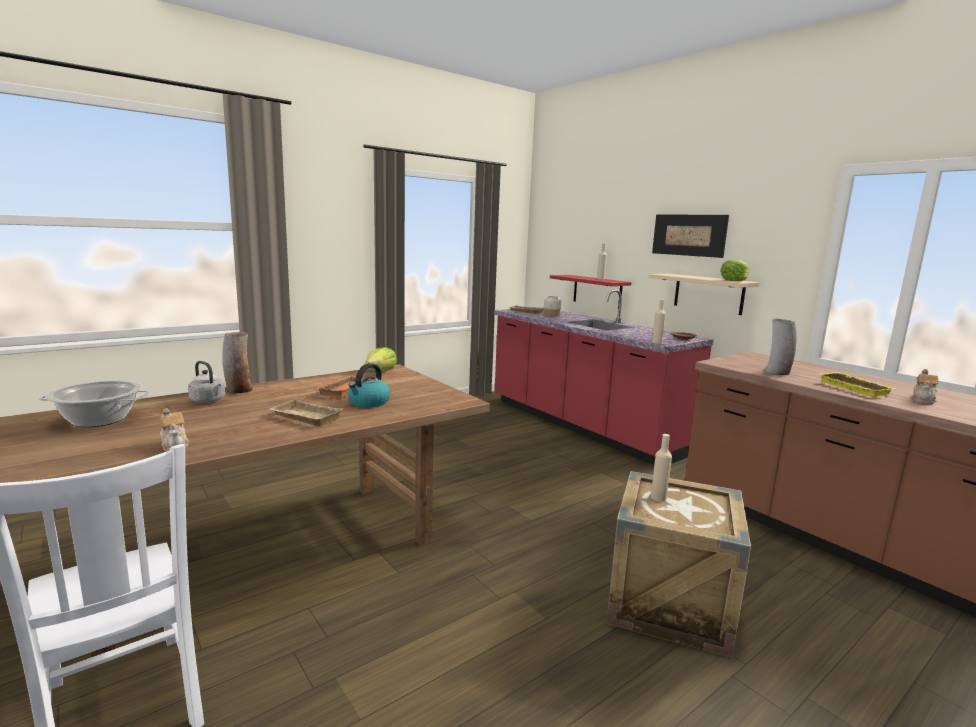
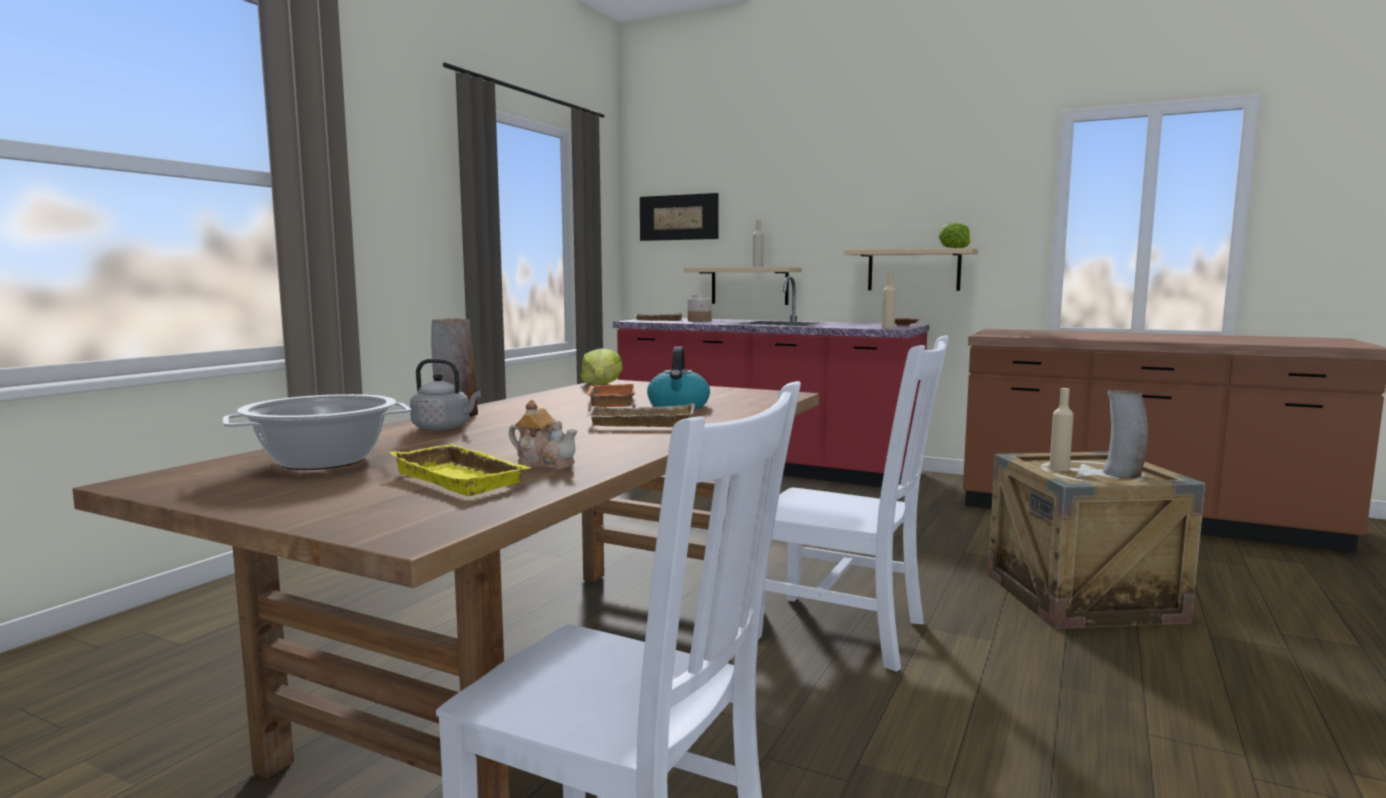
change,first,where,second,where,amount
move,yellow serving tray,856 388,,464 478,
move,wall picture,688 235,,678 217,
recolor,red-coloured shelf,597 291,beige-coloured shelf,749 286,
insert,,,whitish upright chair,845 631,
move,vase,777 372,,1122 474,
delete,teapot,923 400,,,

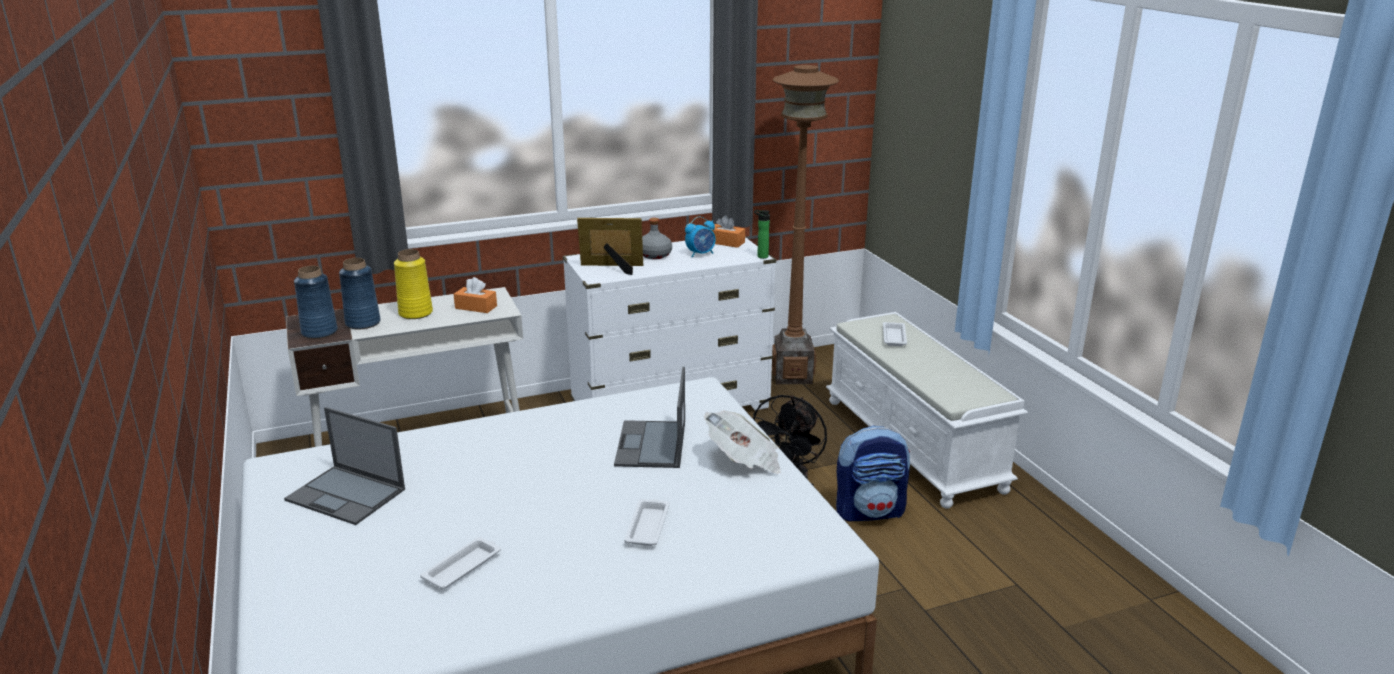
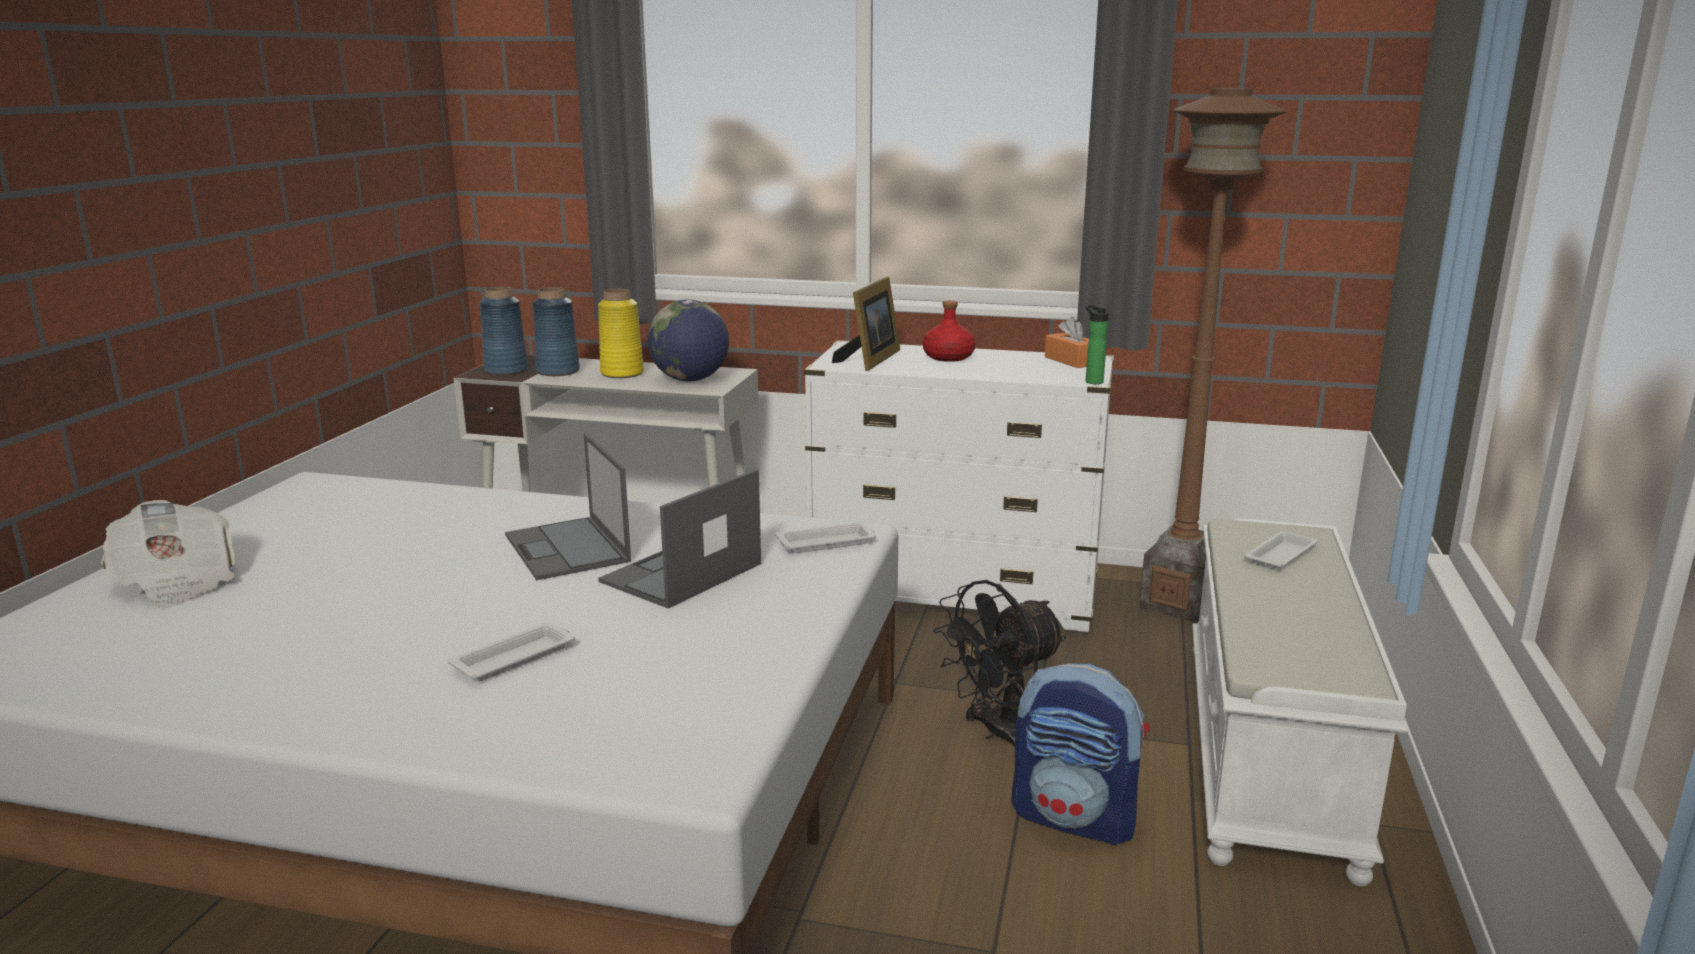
change,first,where,second,where,amount
move,daily paper,744 460,,176 583,
move,notebook computer,347 495,,568 549,
replace,orange-coloured box of tissues,476 307,world globe,690 380,
move,whitish serving tray,463 567,,828 543,
rotate,standing frame,613 268,,870 360,75 degrees clockwise
recolor,greyish bottle,654 255,red-coloured bottle,947 357,
delete,table clock,701 254,,,

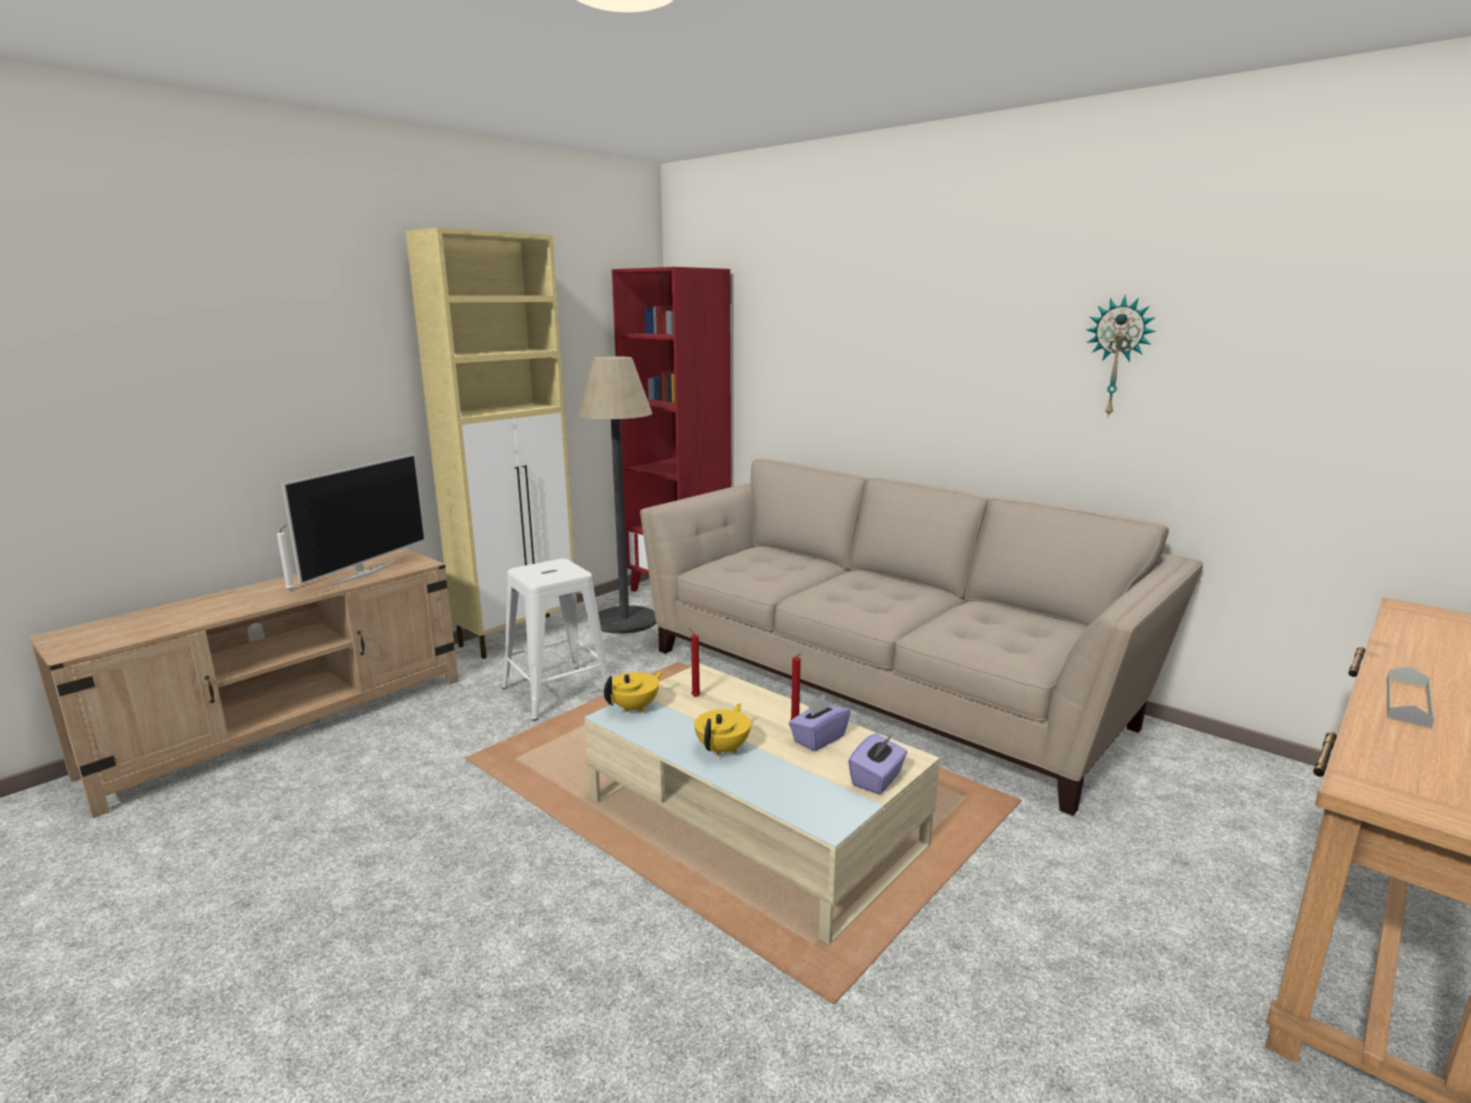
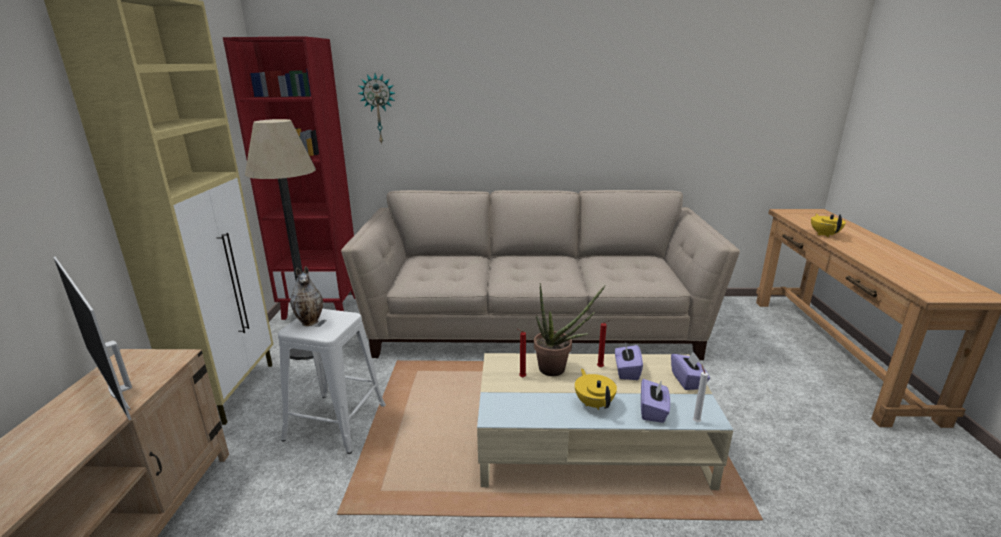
change,first,where,second,where,amount
rotate,TV,364 572,,120 389,150 degrees clockwise
insert,,,vase,311 322,
move,hanging clock,1118 357,,379 109,
insert,,,houseplant,558 370,
insert,,,purplish box of tissues,653 411,
move,whitish candle,292 589,,695 421,
move,yellow teapot,635 707,,824 234,
delete,greyish serving tray,1407 702,,,

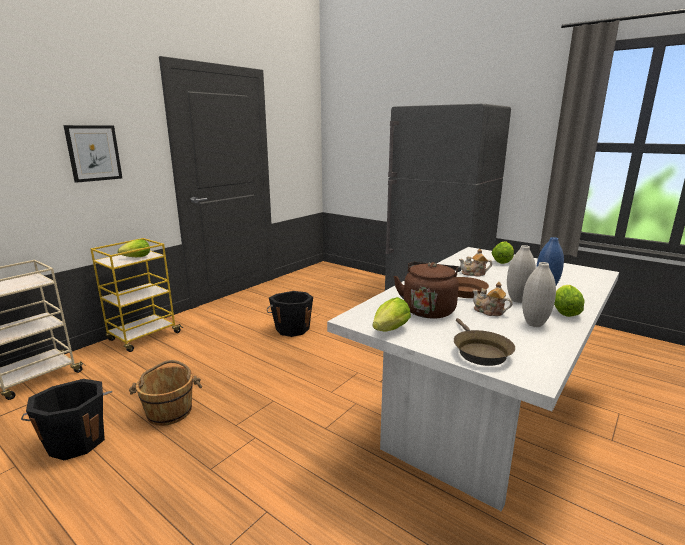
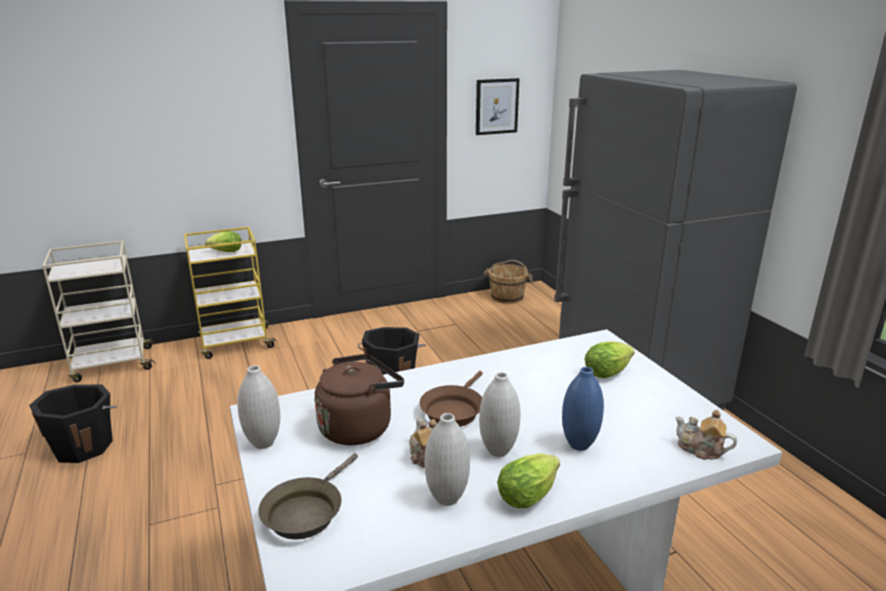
change,first,where,second,where,amount
replace,head of lettuce,389 331,whitish vase,263 443,
move,wall picture,94 153,,496 106,
move,brownish water bucket,170 411,,507 296,
move,teapot,474 273,,701 450,

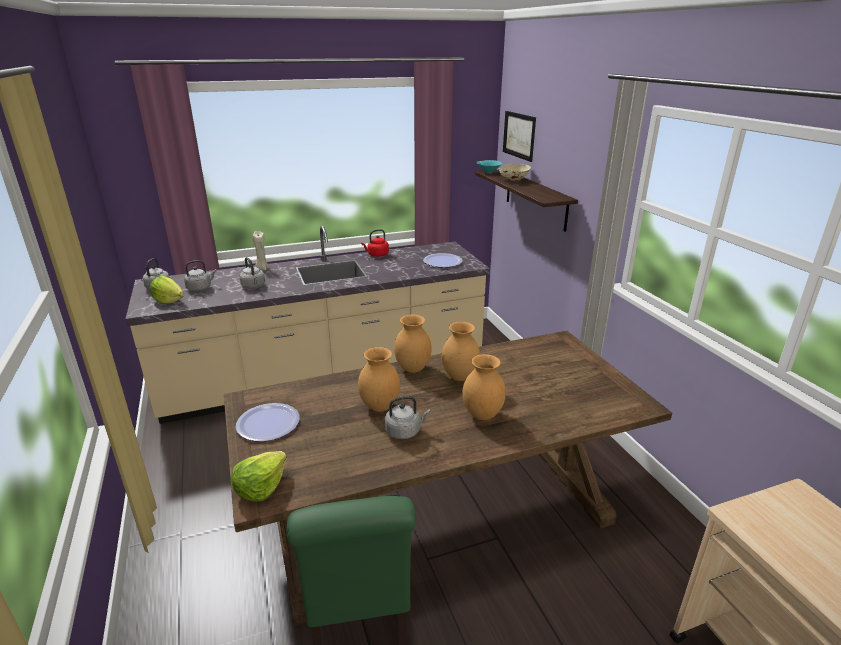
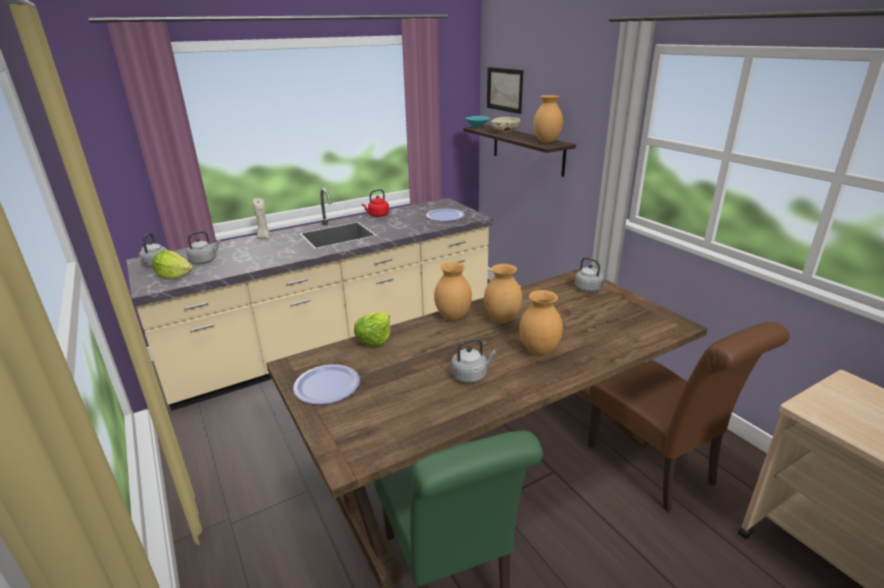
change,first,where,second,where,amount
move,head of lettuce,261 487,,374 339,
move,brownish vase,379 407,,546 142,
move,greyish kettle,253 286,,589 289,
insert,,,brownish upright chair,656 468,

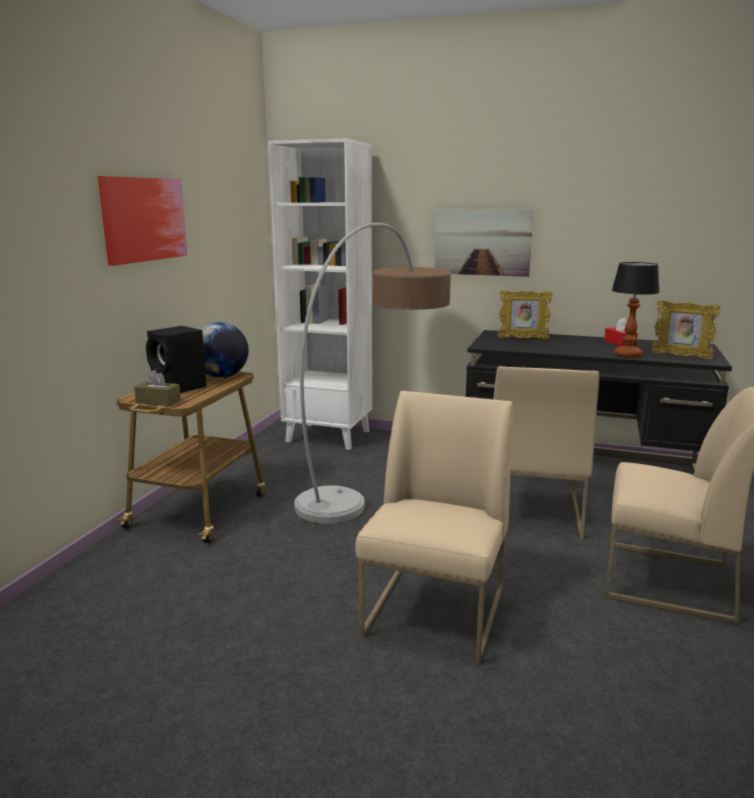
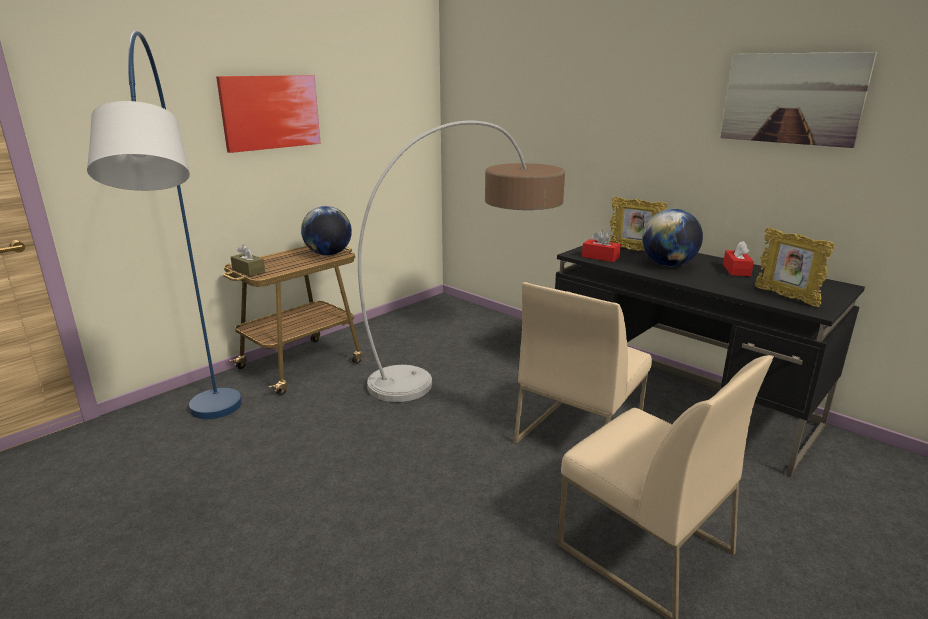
change,first,where,second,where,amount
insert,,,blue-coloured standard lamp,213 458,
insert,,,red-coloured box of tissues,600 257,
insert,,,world globe,668 265,
move,wall picture,482 242,,792 98,
delete,black speaker,180 388,,,
delete,whitish bookcase,329 436,,,
delete,beige-coloured upright chair,435 613,,,
delete,table lamp,627 355,,,

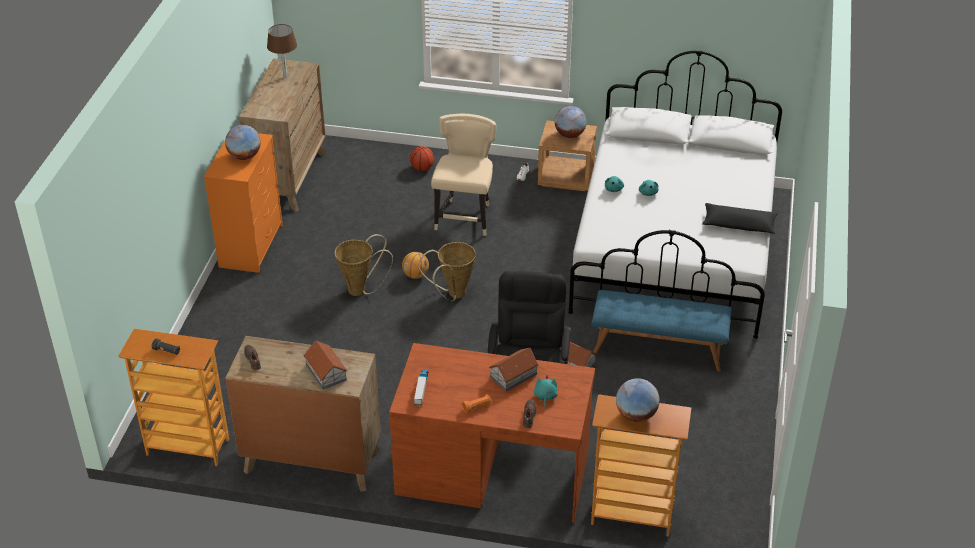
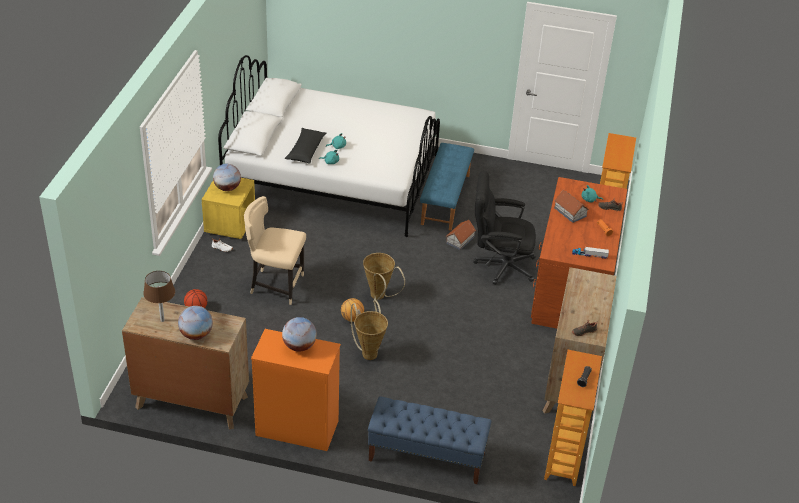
change,first,where,second,where,amount
move,world globe,636 415,,196 335,
recolor,brownish night table,566 177,yellow night table,230 224,
move,black pillow,739 225,,306 150,
insert,,,blue-coloured indoor bench,426 457,
delete,toy house,326 372,,,

